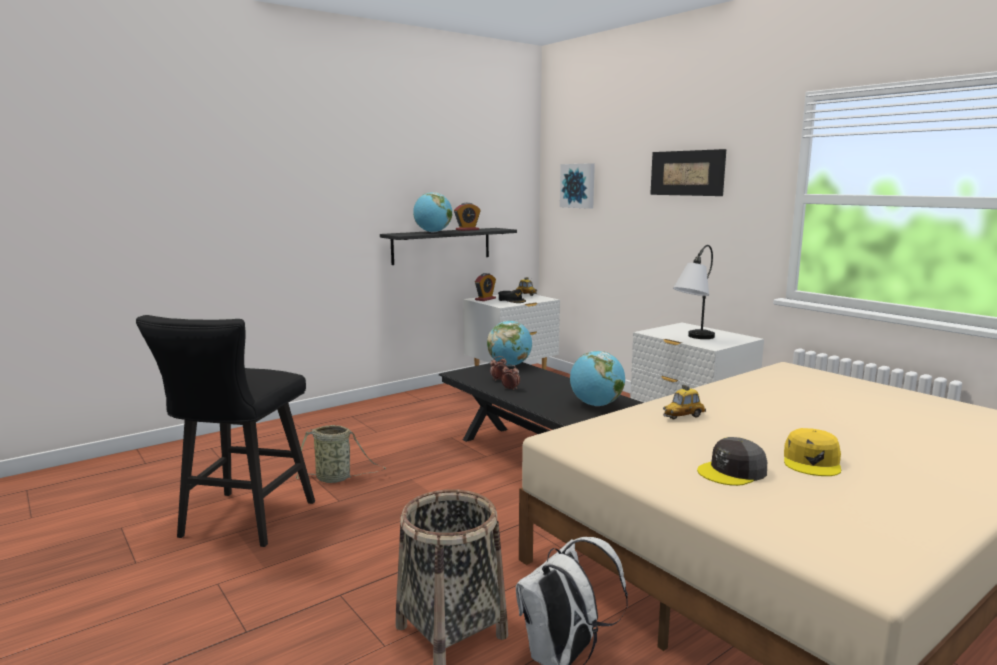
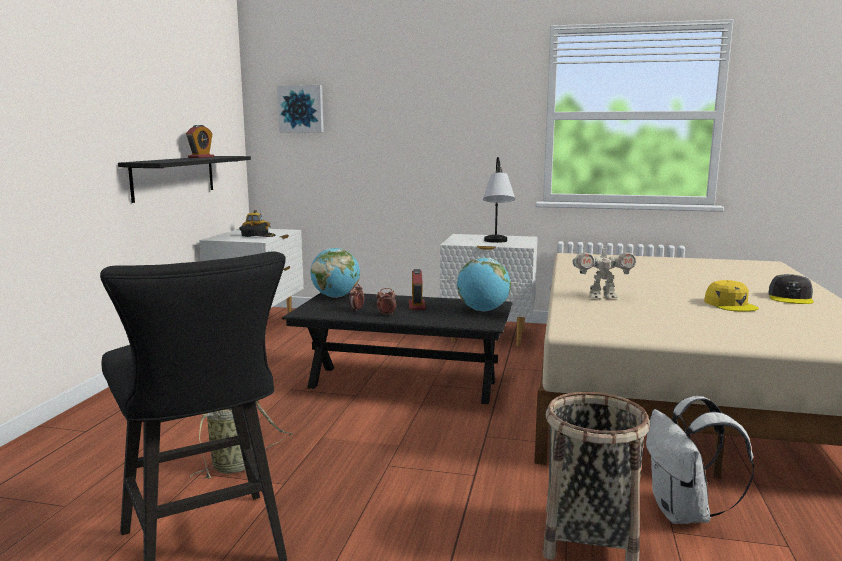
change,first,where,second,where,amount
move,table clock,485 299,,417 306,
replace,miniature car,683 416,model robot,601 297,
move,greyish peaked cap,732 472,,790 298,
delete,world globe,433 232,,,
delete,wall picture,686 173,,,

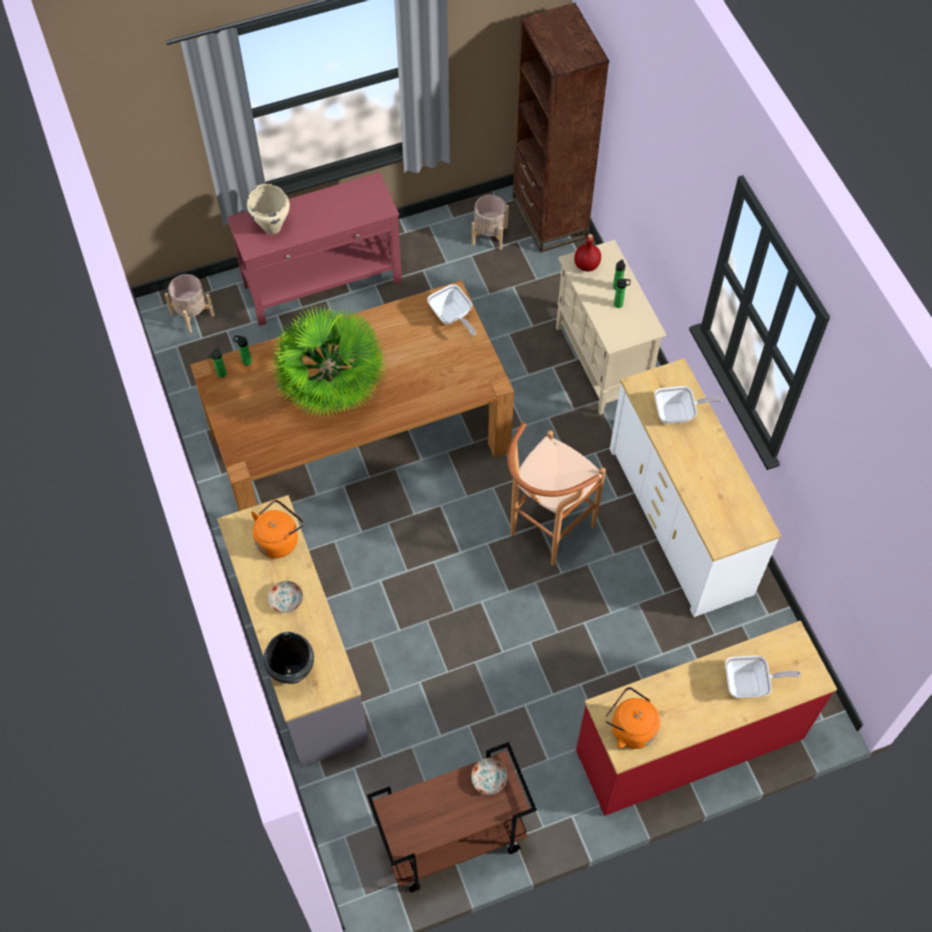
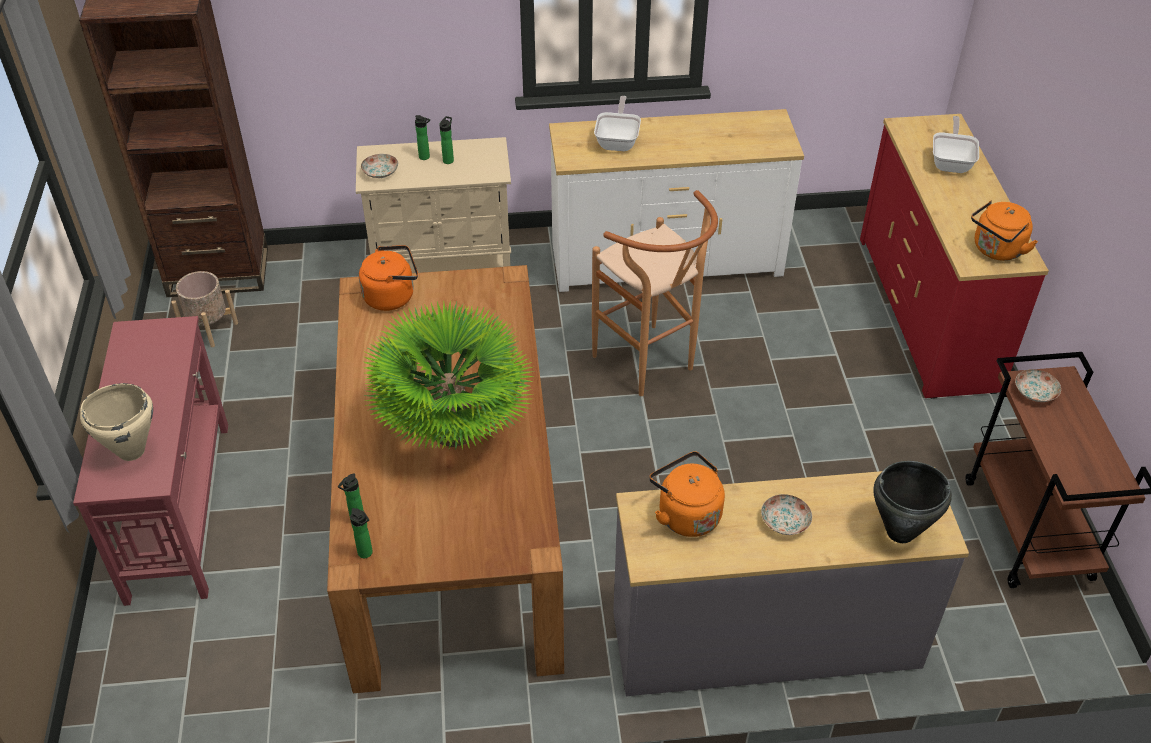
change,first,where,second,where,amount
replace,frying pan,452 317,orange-coloured kettle,392 296,
replace,red-coloured bottle,587 265,dinner plate,380 172,
delete,beige-coloured planter,193 314,,,

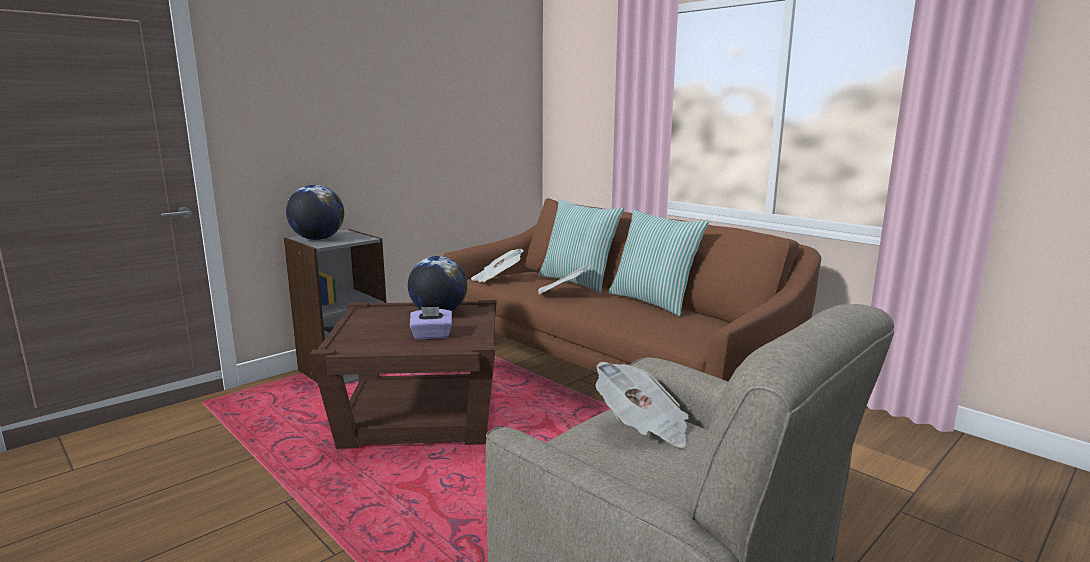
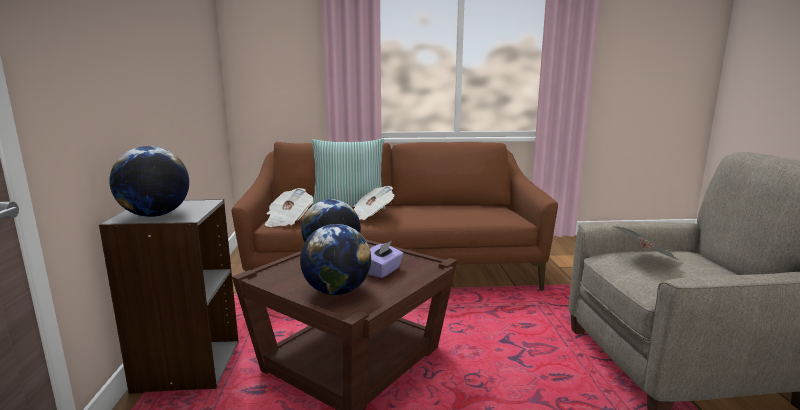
change,first,where,second,where,amount
insert,,,world globe,337 291,
delete,pillow,653 302,,,

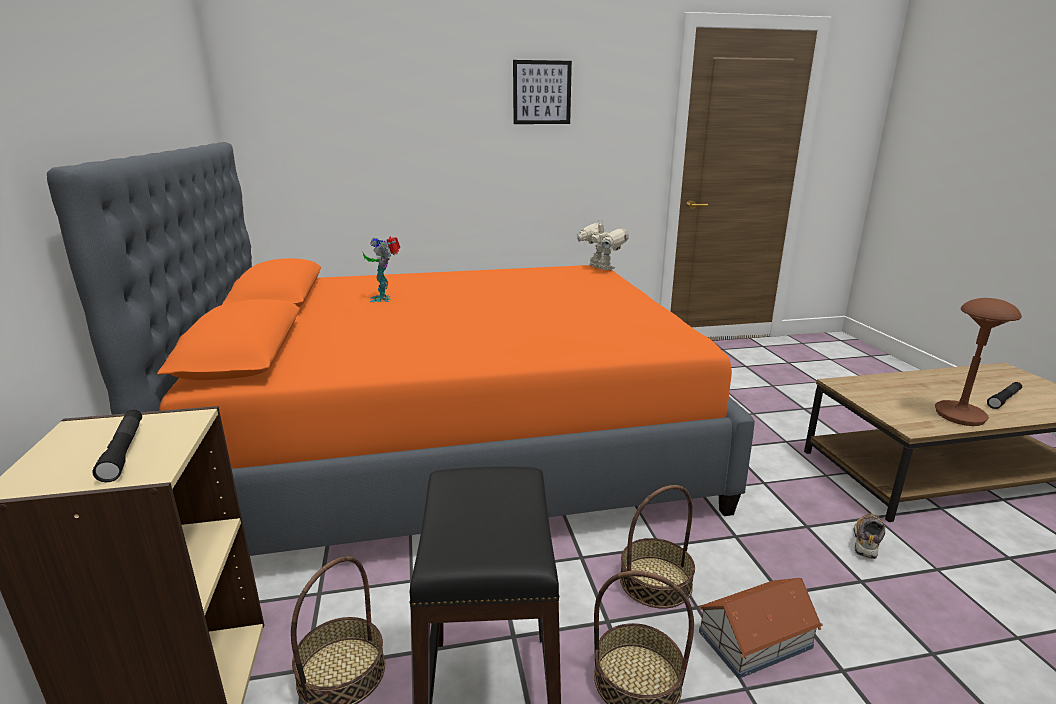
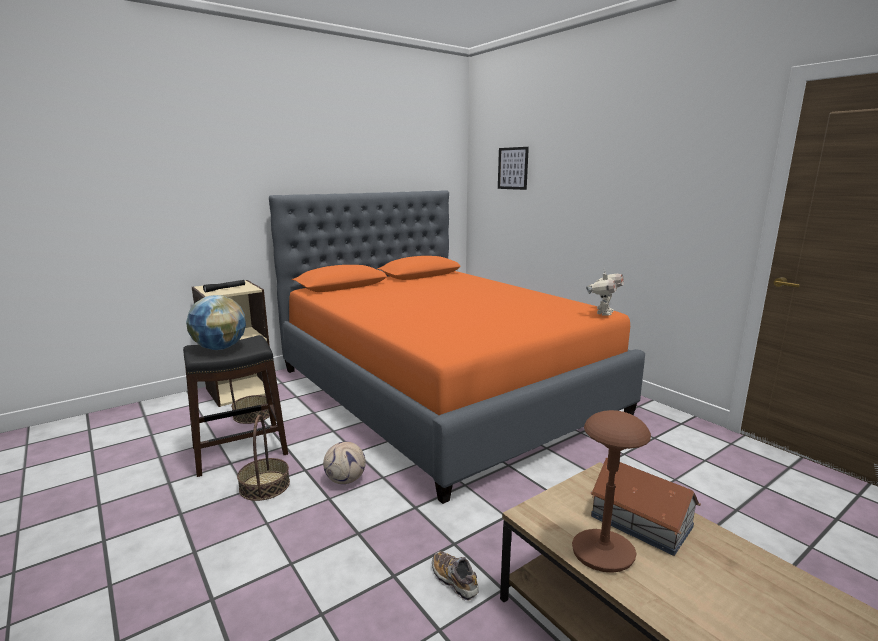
change,first,where,second,where,amount
insert,,,world globe,219 348,
replace,basket,655 581,football,346 480,
rotate,shoe,866 541,,454 581,135 degrees counterclockwise
move,wall picture,542 92,,513 168,
move,toy house,753 639,,640 520,
delete,model robot,384 298,,,
delete,black flashlight,1004 399,,,

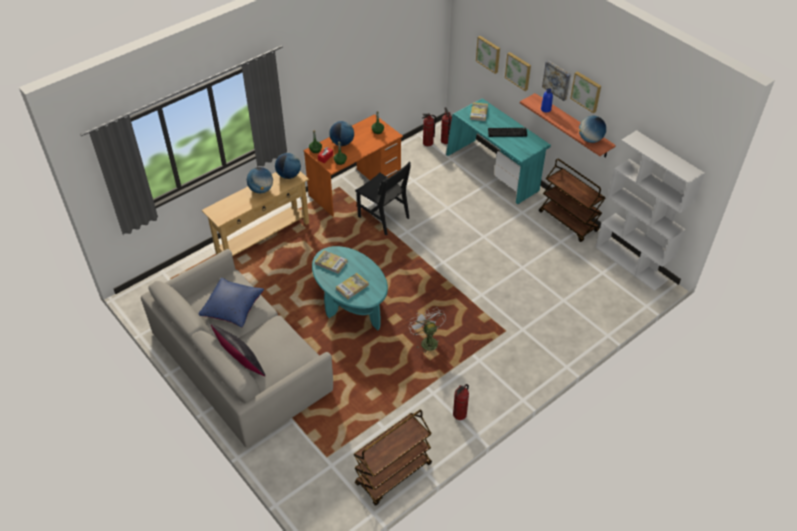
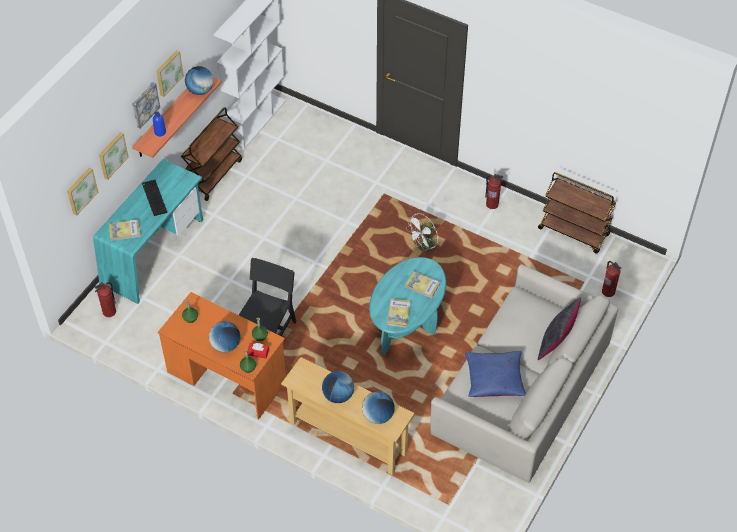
change,first,where,second,where,amount
move,world globe,289 175,,378 416,
move,fire-fighting cylinder,428 143,,608 291,

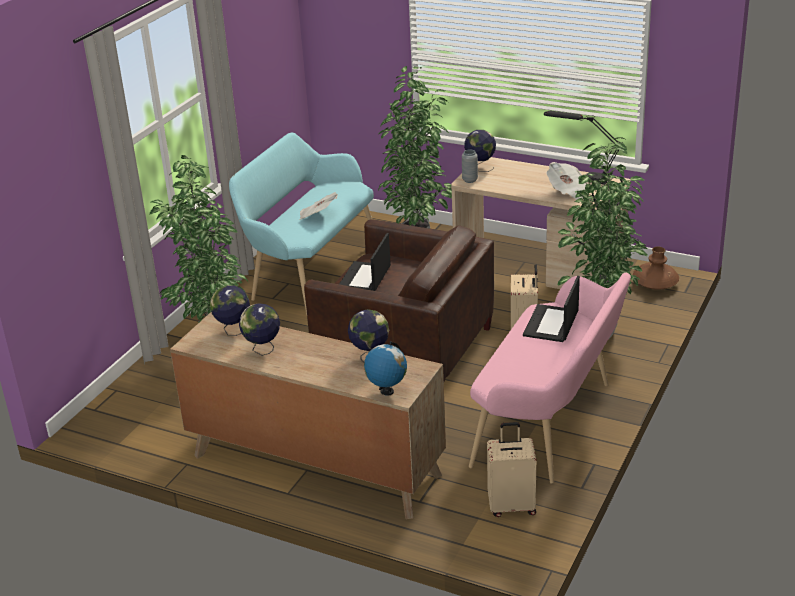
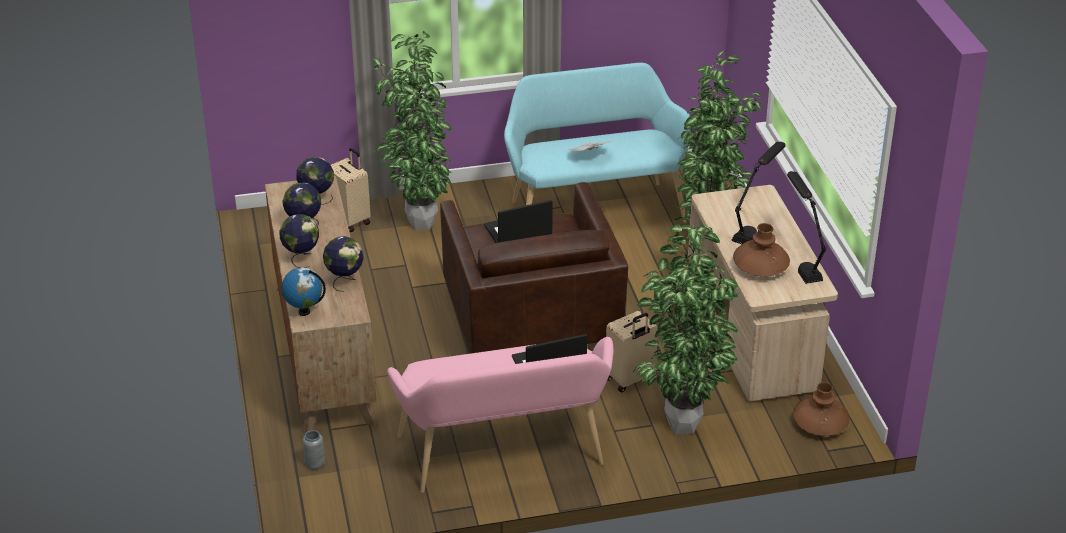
change,first,where,second,where,amount
move,world globe,480 167,,301 258,
move,greyish vase,470 180,,315 464,
move,beige-coloured piece of luggage,512 506,,351 220,
insert,,,black table lamp,754 228,
replace,daily paper,568 192,brownish vase,760 267,

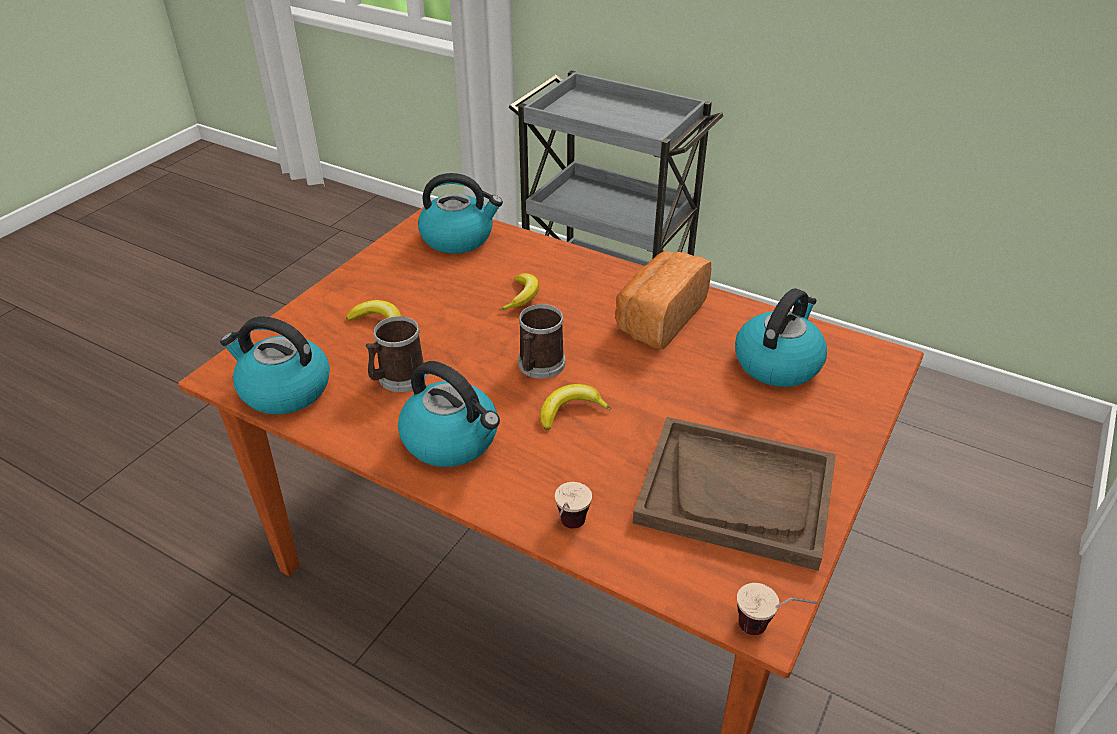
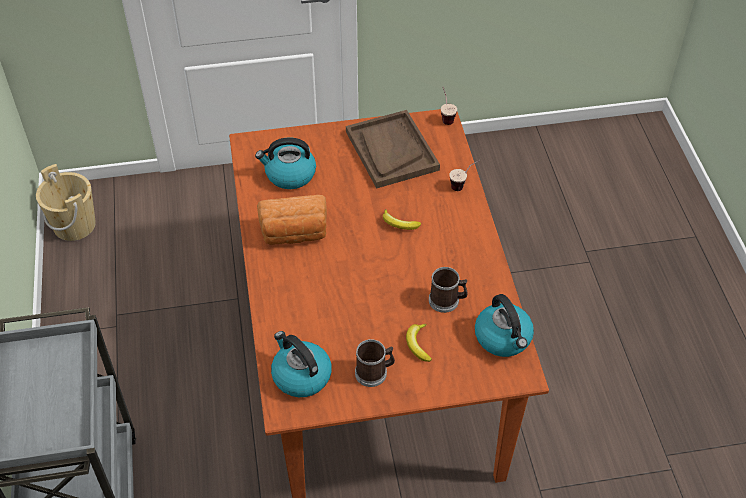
change,first,where,second,where,amount
insert,,,beige-coloured water bucket,74 225,
move,tea mug,539 366,,374 372,
delete,kettle,452 440,,,
delete,whole banana,522 297,,,

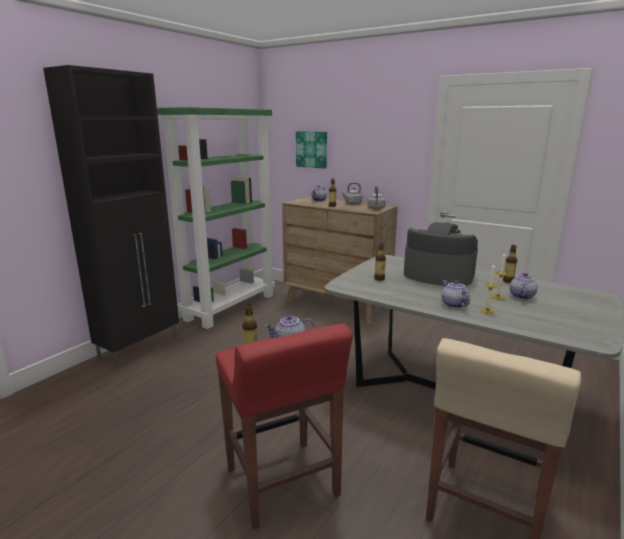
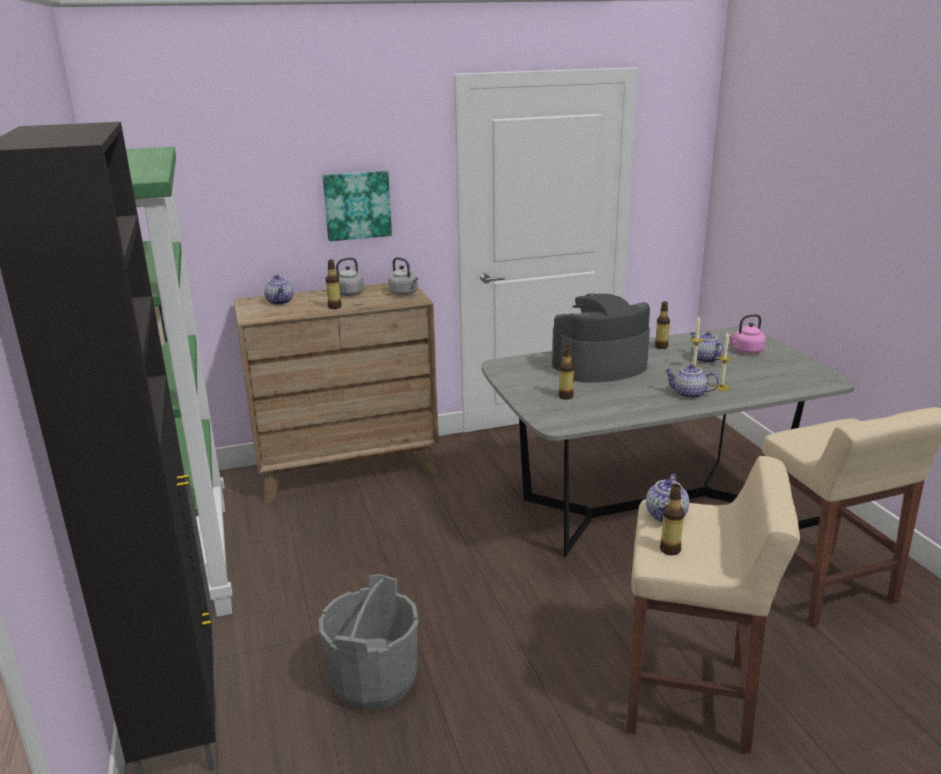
change,first,where,second,where,amount
insert,,,greyish water bucket,373 681,
move,wall picture,312 149,,357 205,
recolor,red-coloured sitting stool,282 483,beige-coloured sitting stool,690 698,
insert,,,pink-coloured kettle,746 351,

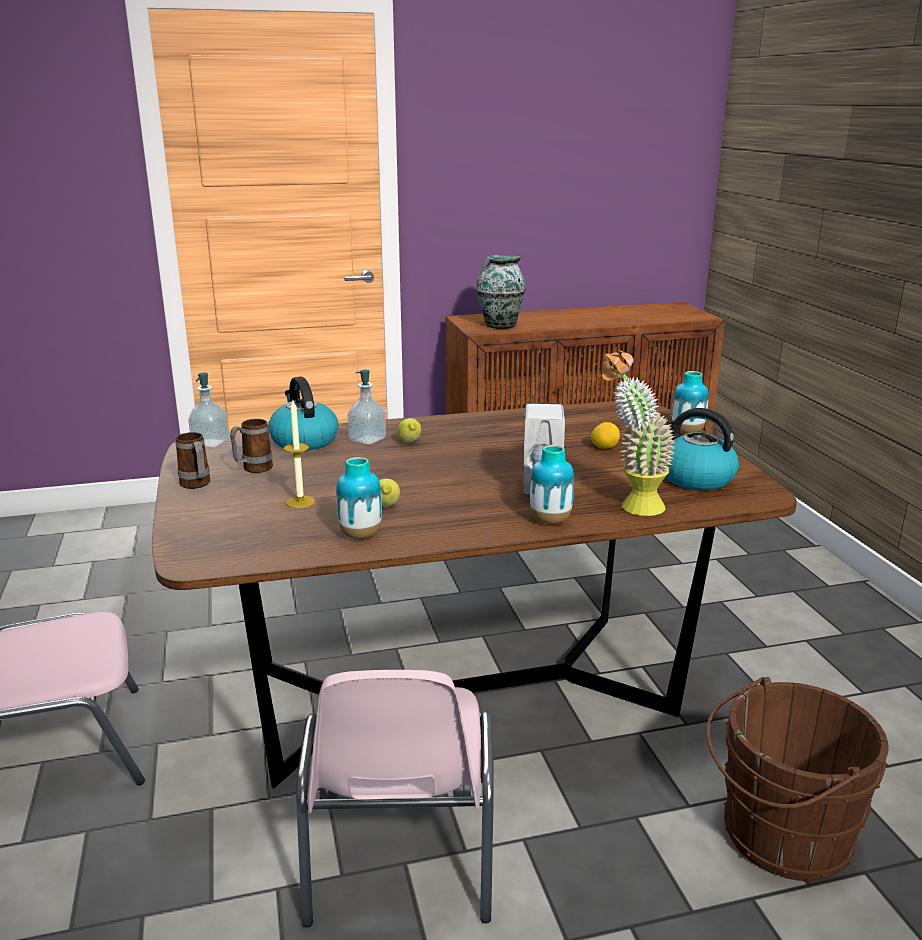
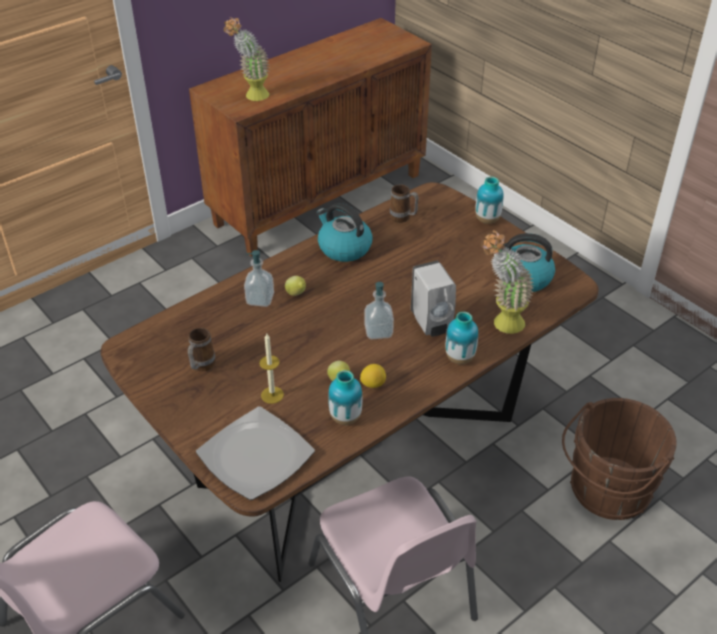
change,first,where,second,where,amount
insert,,,dinner plate,256 455,
replace,vase,499 325,houseplant,251 97,
move,kettle,303 440,,343 248,
move,lemon,604 447,,373 384,
move,liquid soap bottle,210 443,,378 331,
move,tea mug,197 485,,403 218,

